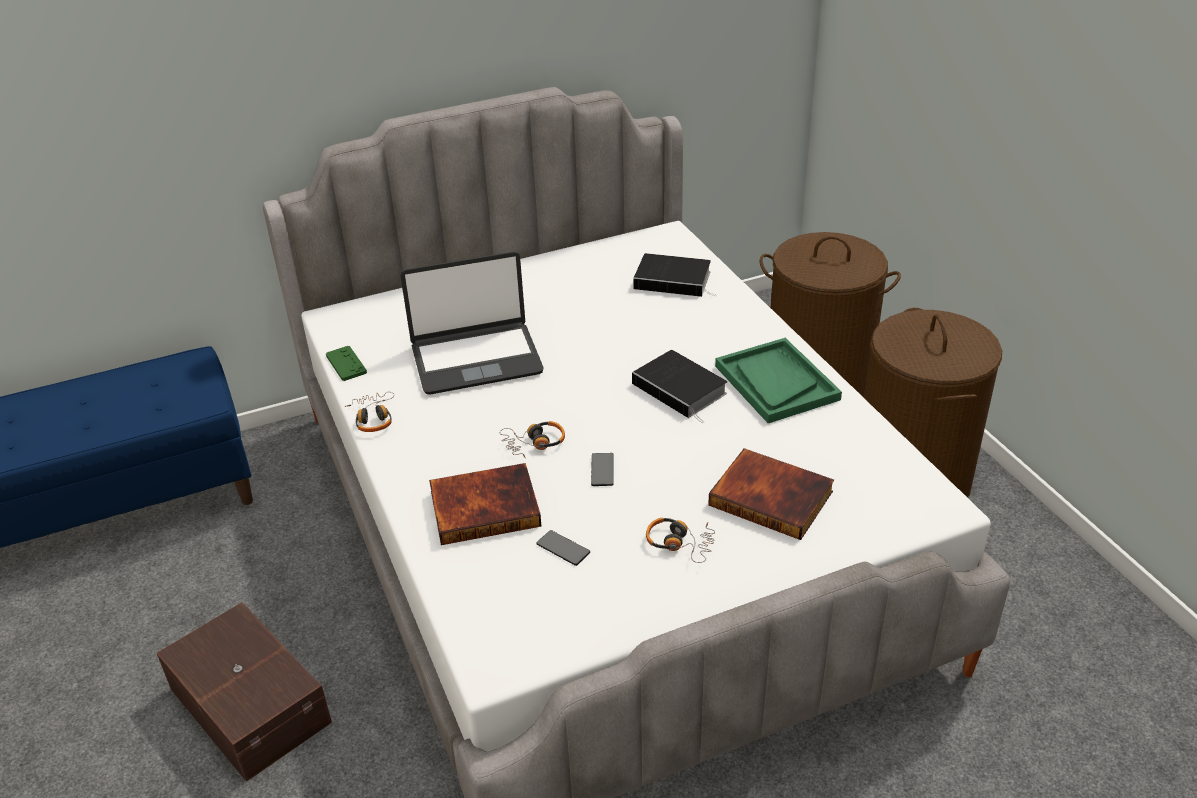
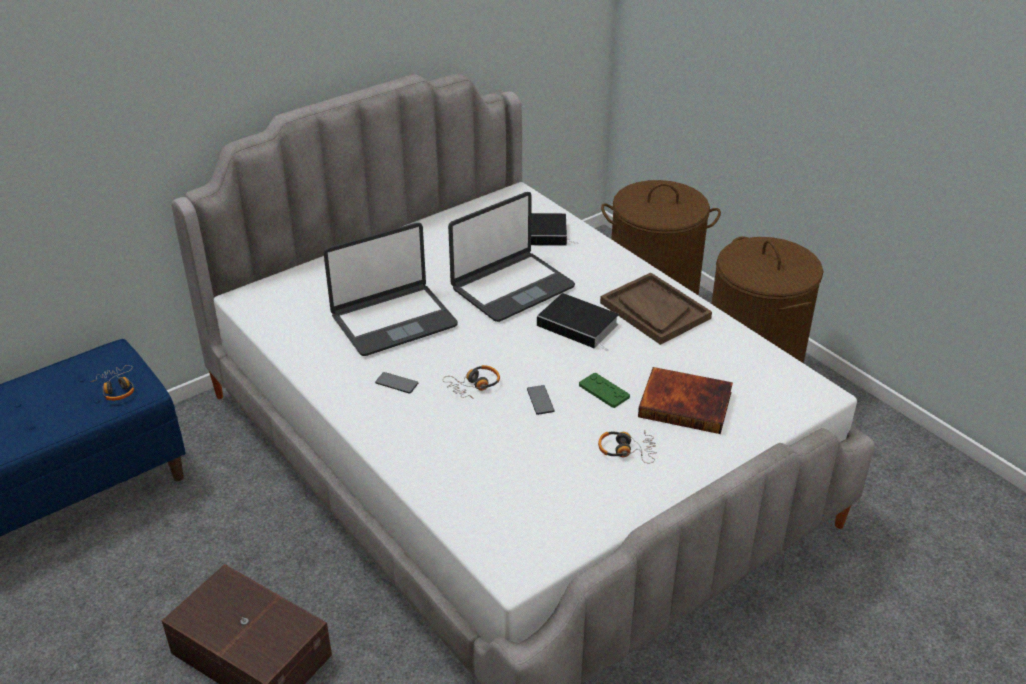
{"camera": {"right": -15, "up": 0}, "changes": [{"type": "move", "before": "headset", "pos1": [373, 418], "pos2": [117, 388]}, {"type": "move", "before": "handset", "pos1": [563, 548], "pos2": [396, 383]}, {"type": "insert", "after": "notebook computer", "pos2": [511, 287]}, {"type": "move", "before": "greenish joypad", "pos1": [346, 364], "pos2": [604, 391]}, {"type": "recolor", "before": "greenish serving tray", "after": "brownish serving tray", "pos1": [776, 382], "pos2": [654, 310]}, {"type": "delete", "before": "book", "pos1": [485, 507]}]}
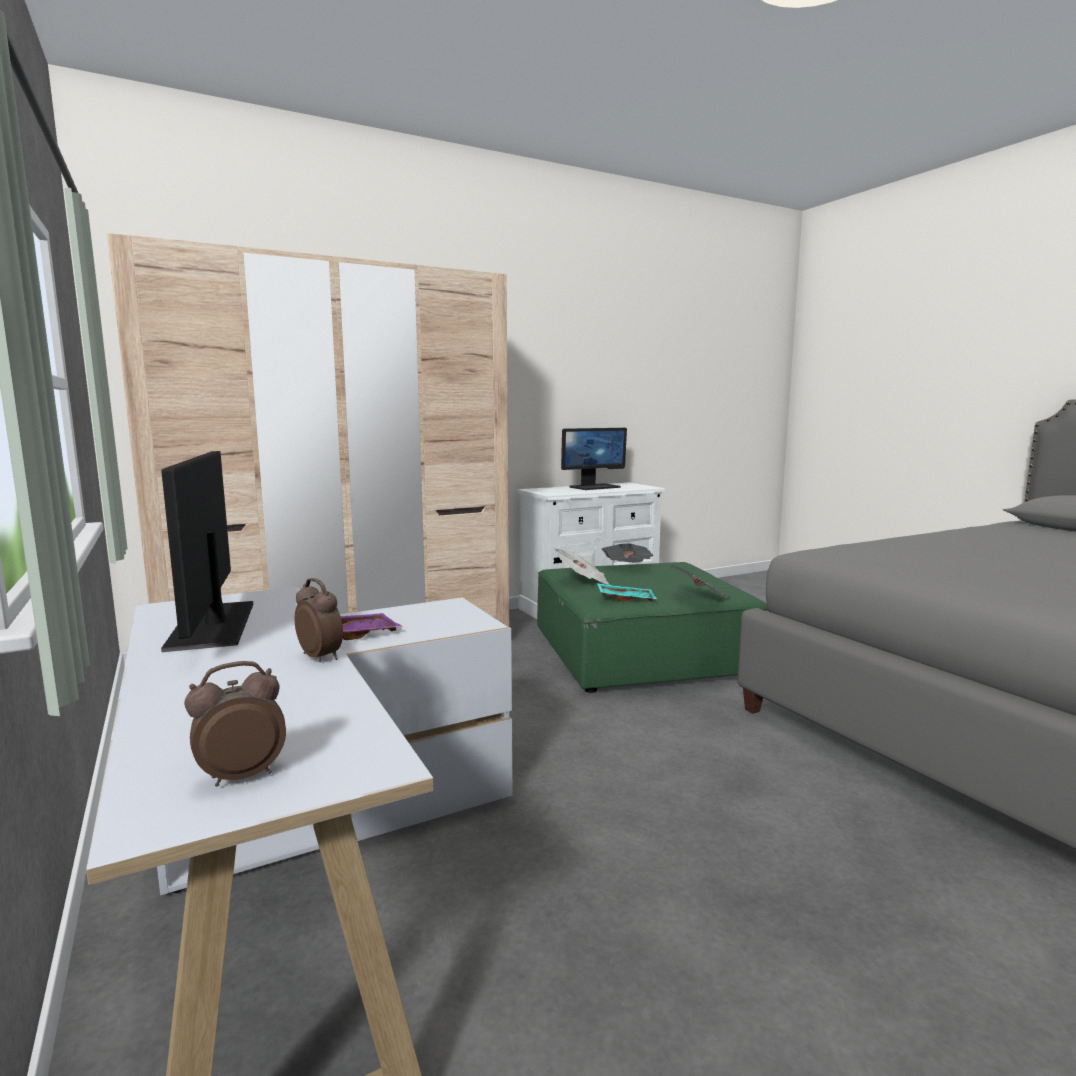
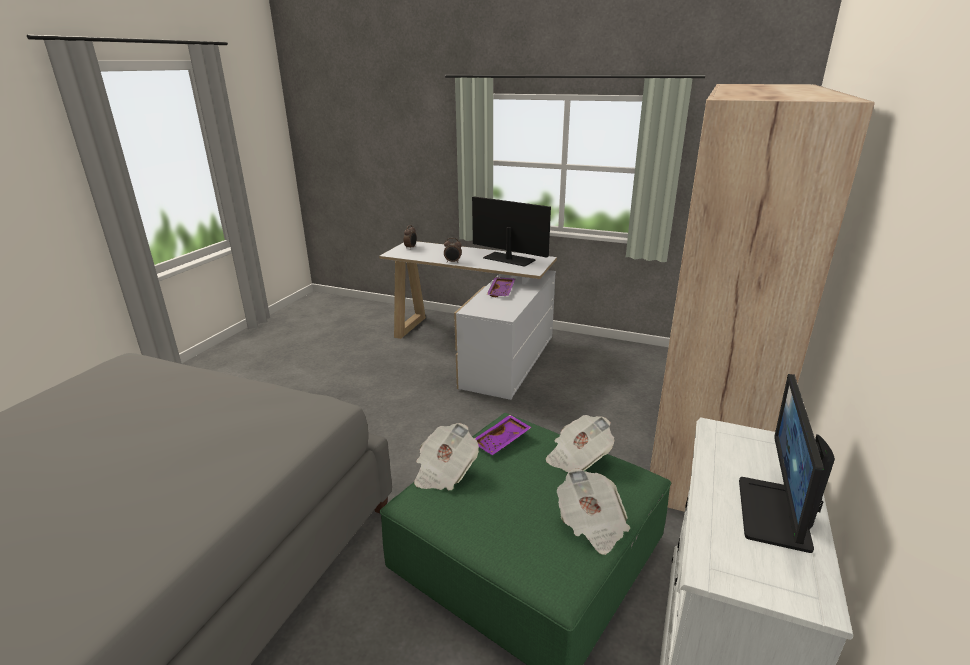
{"camera": {"right": 140, "up": 15}, "changes": [{"type": "recolor", "before": "blue-green serving tray", "after": "purplish serving tray", "pos1": [625, 599], "pos2": [502, 441]}]}
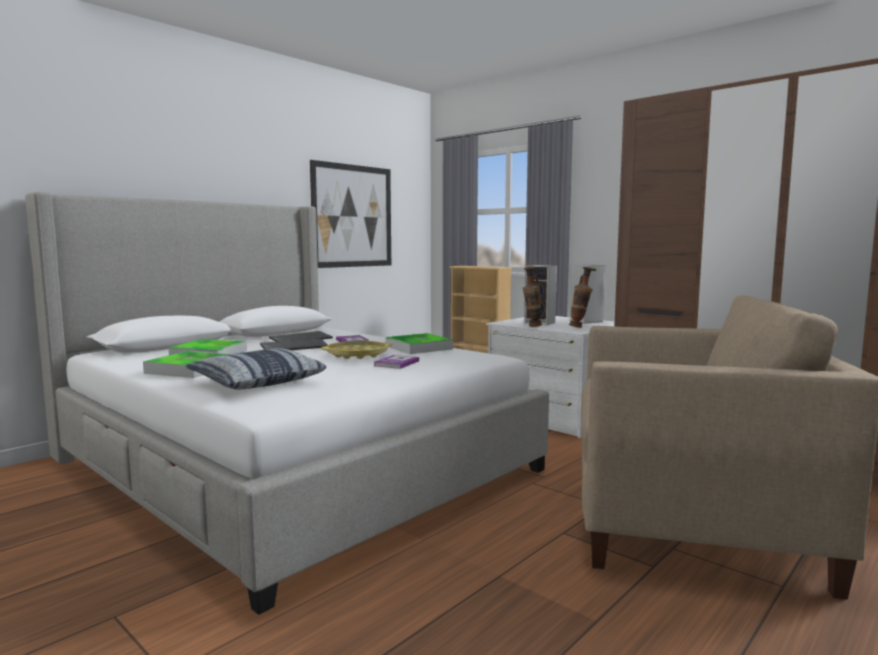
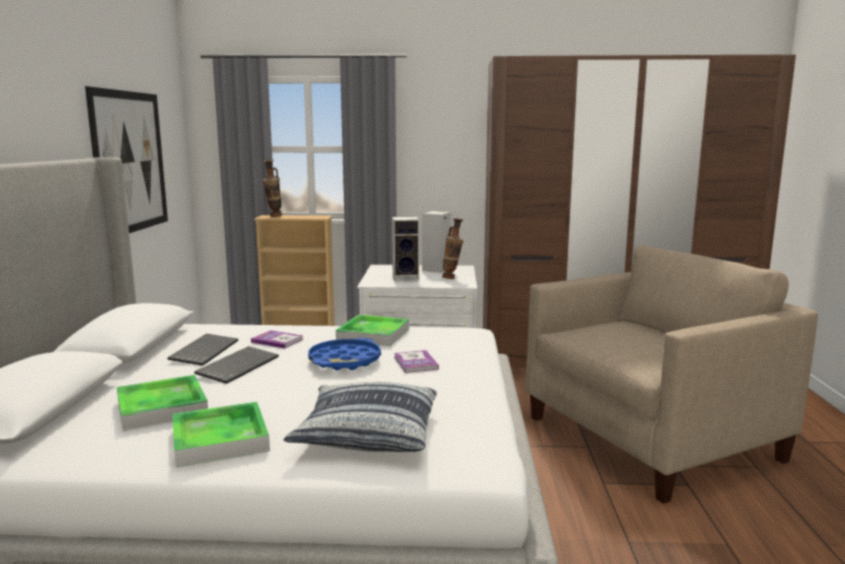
{"camera": {"right": -40, "up": 5}, "changes": [{"type": "move", "before": "flower vase", "pos1": [531, 326], "pos2": [274, 216]}, {"type": "recolor", "before": "yellow-coloured serving tray", "after": "blue serving tray", "pos1": [357, 355], "pos2": [345, 360]}]}
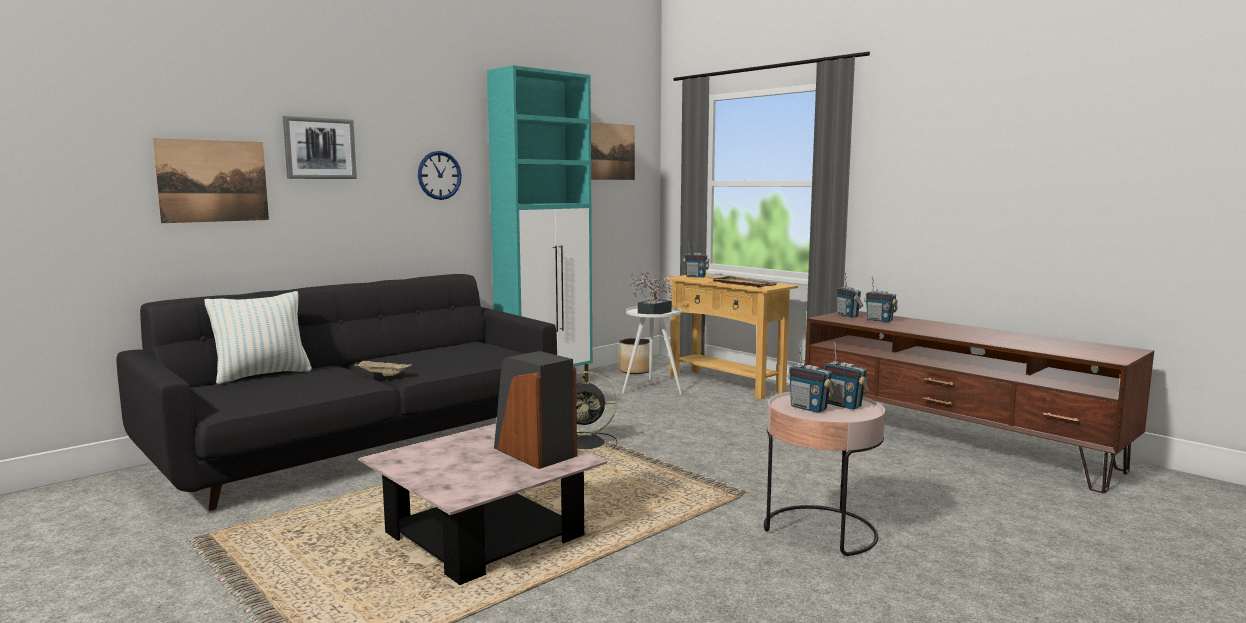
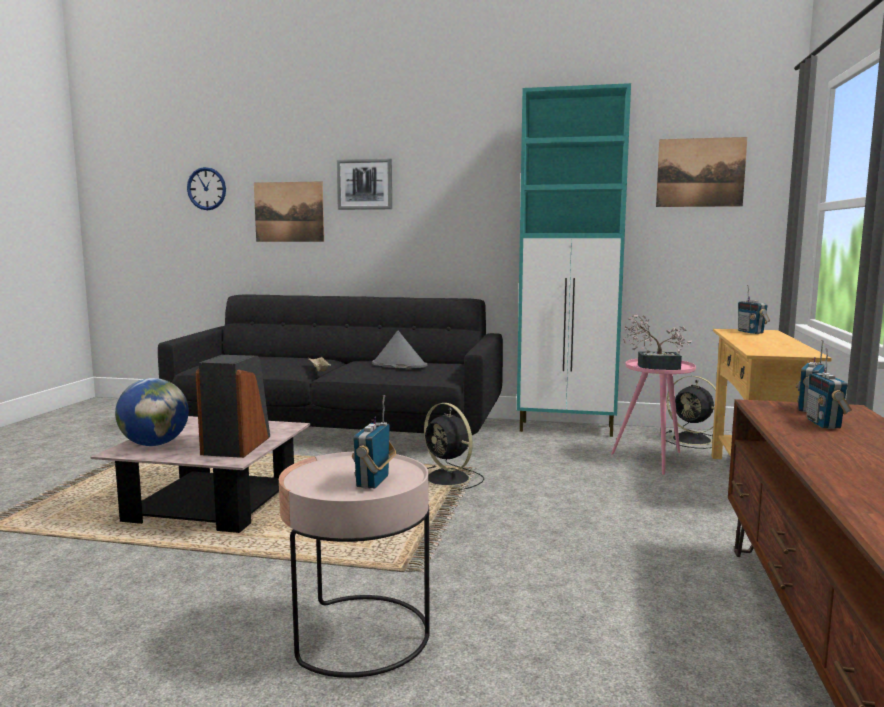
{"camera": {"right": 55, "up": 0}, "changes": [{"type": "insert", "after": "desk globe", "pos2": [154, 444]}, {"type": "move", "before": "hanging clock", "pos1": [439, 175], "pos2": [206, 188]}, {"type": "insert", "after": "gray wearable hat", "pos2": [399, 365]}, {"type": "recolor", "before": "white accent table", "after": "pink accent table", "pos1": [652, 388], "pos2": [655, 460]}, {"type": "replace", "before": "flower pot", "after": "black fan", "pos1": [635, 370], "pos2": [693, 440]}, {"type": "delete", "before": "cushion", "pos1": [262, 375]}, {"type": "delete", "before": "sand-coloured serving tray", "pos1": [743, 283]}, {"type": "delete", "before": "radio", "pos1": [809, 408]}]}
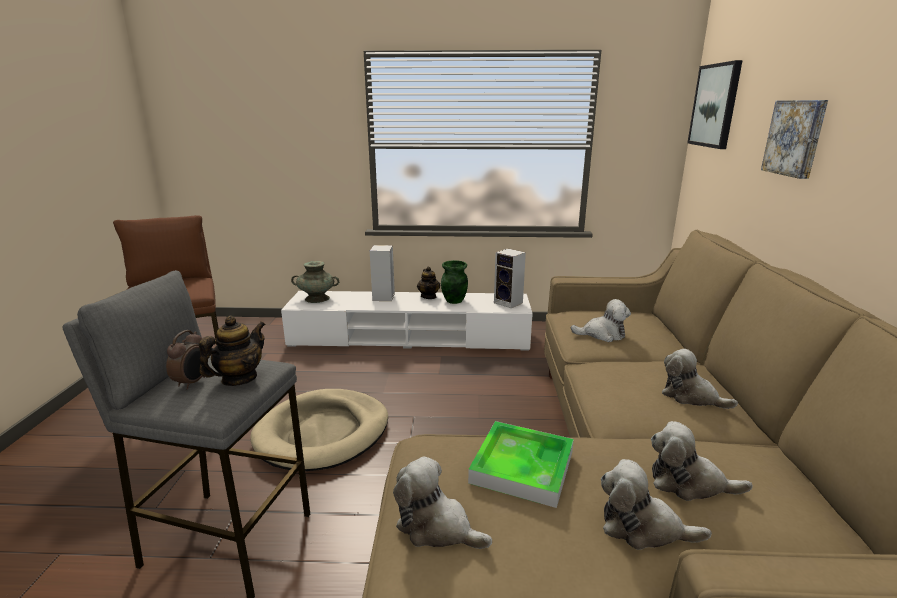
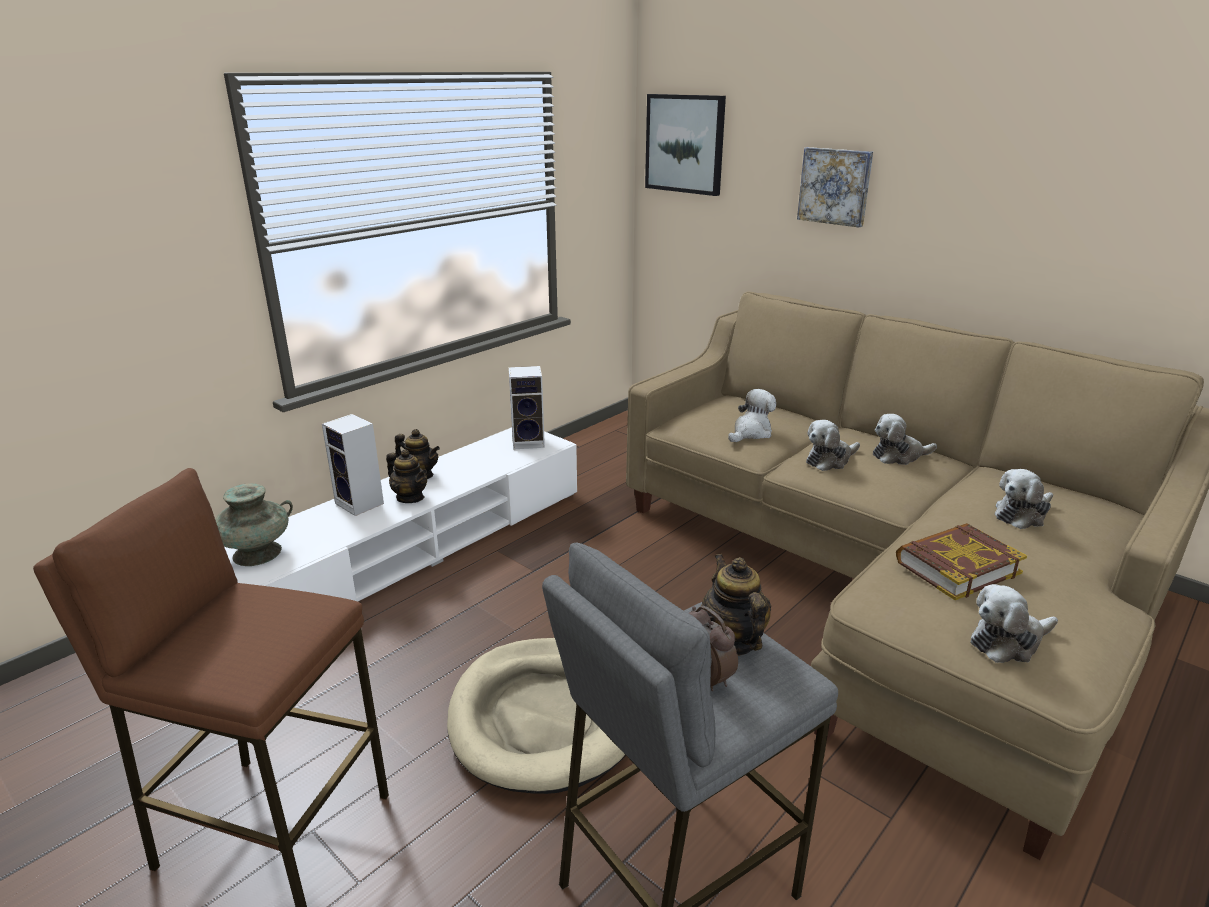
{"camera": {"right": -50, "up": 5}, "changes": [{"type": "insert", "after": "teapot", "pos2": [410, 497]}, {"type": "move", "before": "cuddly toy", "pos1": [642, 527], "pos2": [829, 460]}, {"type": "replace", "before": "serving tray", "after": "book", "pos1": [522, 467], "pos2": [956, 567]}, {"type": "delete", "before": "greenish flower vase", "pos1": [454, 301]}]}
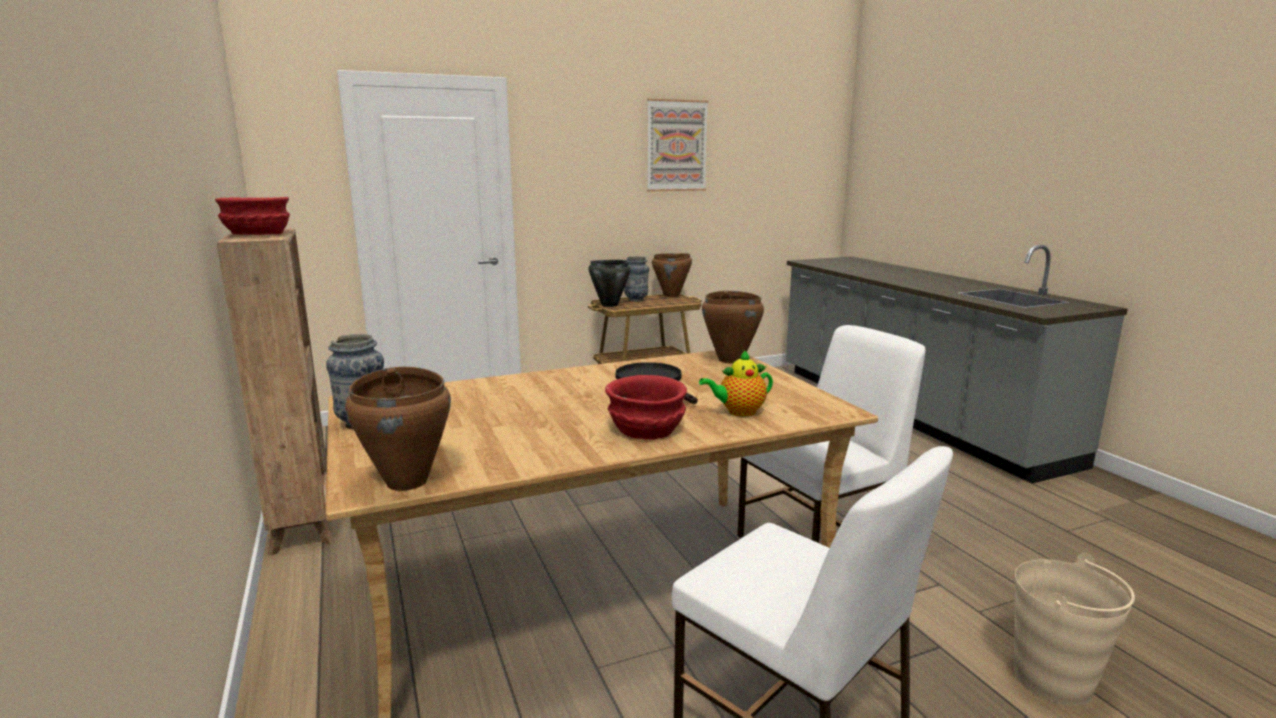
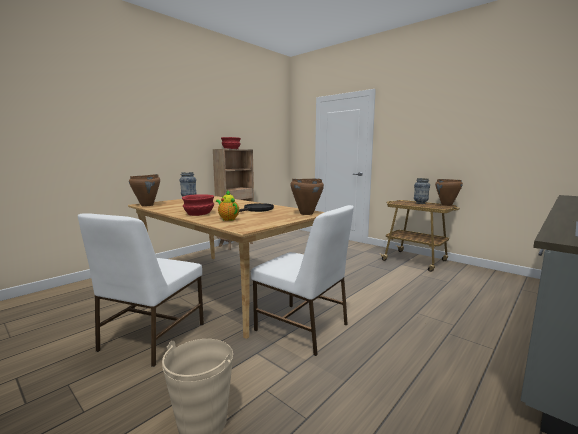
{"camera": {"right": 65, "up": -5}, "changes": [{"type": "delete", "before": "black cooking pot", "pos1": [609, 305]}, {"type": "delete", "before": "picture", "pos1": [676, 146]}]}
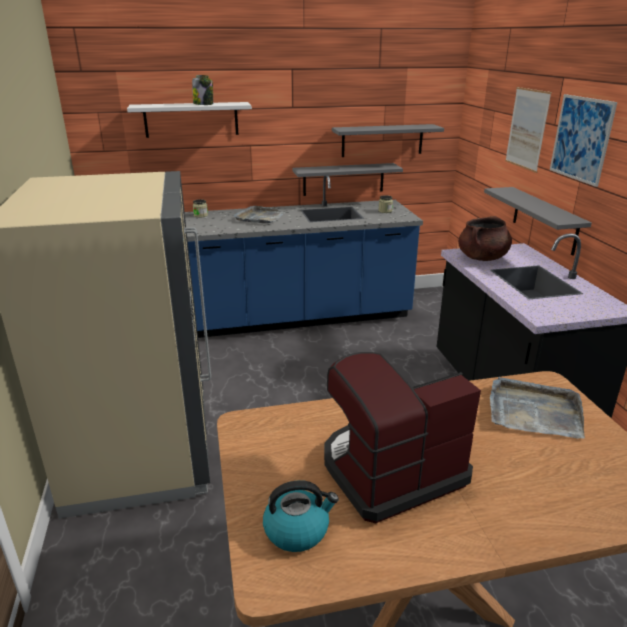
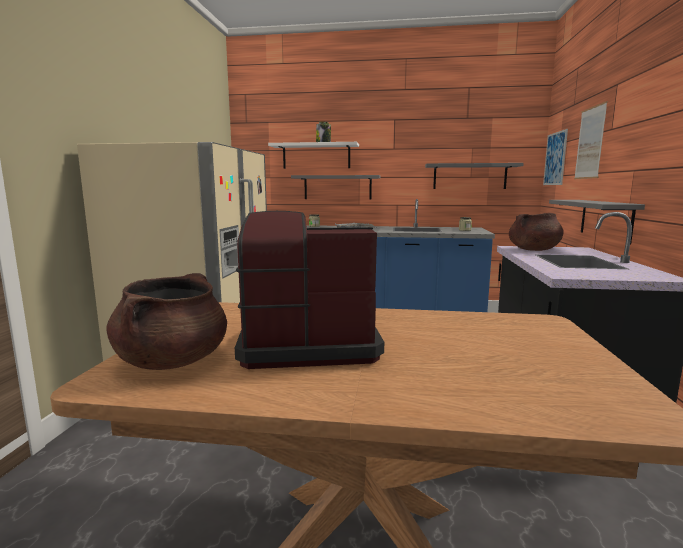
{"camera": {"right": 20, "up": -15}, "changes": [{"type": "replace", "before": "water kettle", "after": "brownish cooking pot", "pos1": [297, 530], "pos2": [173, 361]}, {"type": "move", "before": "gray wall shelf", "pos1": [343, 179], "pos2": [337, 187]}, {"type": "move", "before": "picture", "pos1": [581, 139], "pos2": [555, 158]}, {"type": "delete", "before": "gray serving tray", "pos1": [533, 411]}]}
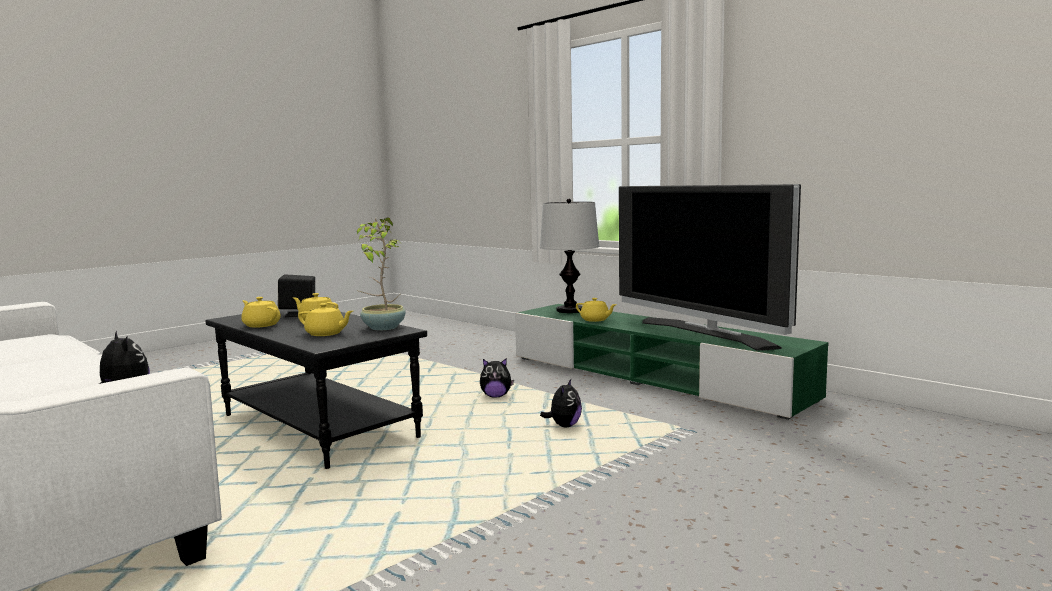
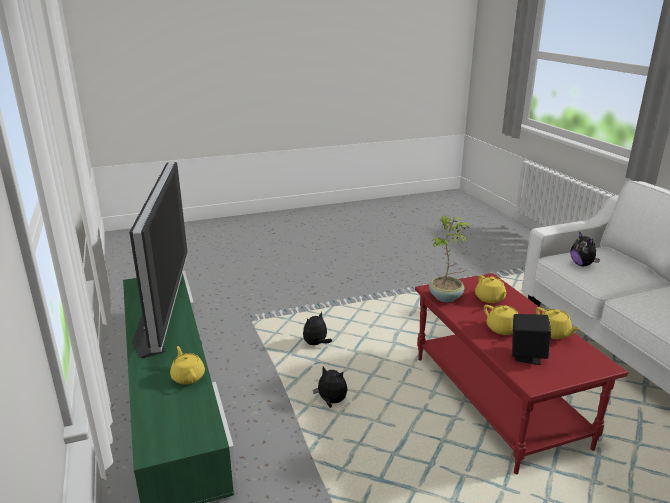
{"camera": {"right": -155, "up": 15}, "changes": [{"type": "recolor", "before": "black low table", "after": "reddish low table", "pos1": [316, 427], "pos2": [498, 400]}, {"type": "rotate", "before": "yellow-coloured teapot", "pos1": [326, 334], "pos2": [490, 298], "turn": -150}, {"type": "delete", "before": "tabletop lamp", "pos1": [570, 310]}]}
